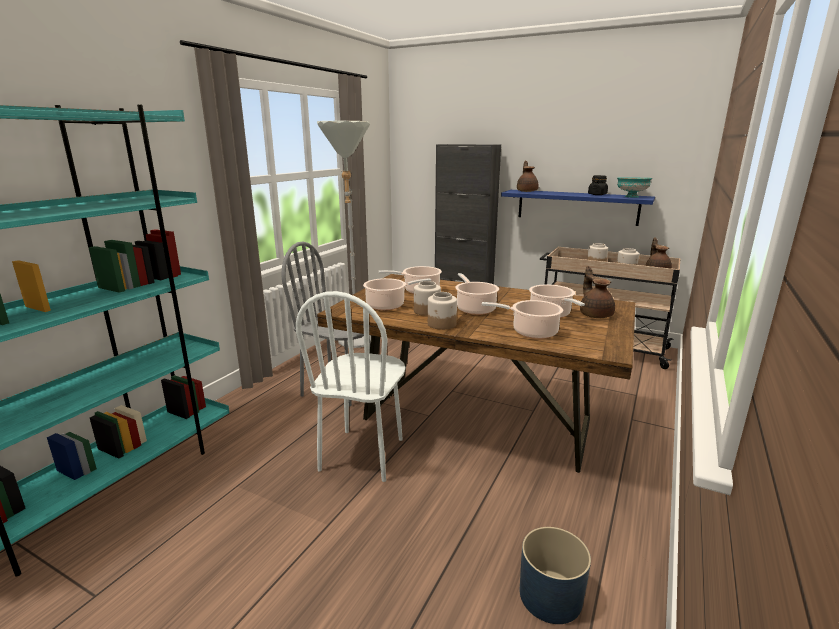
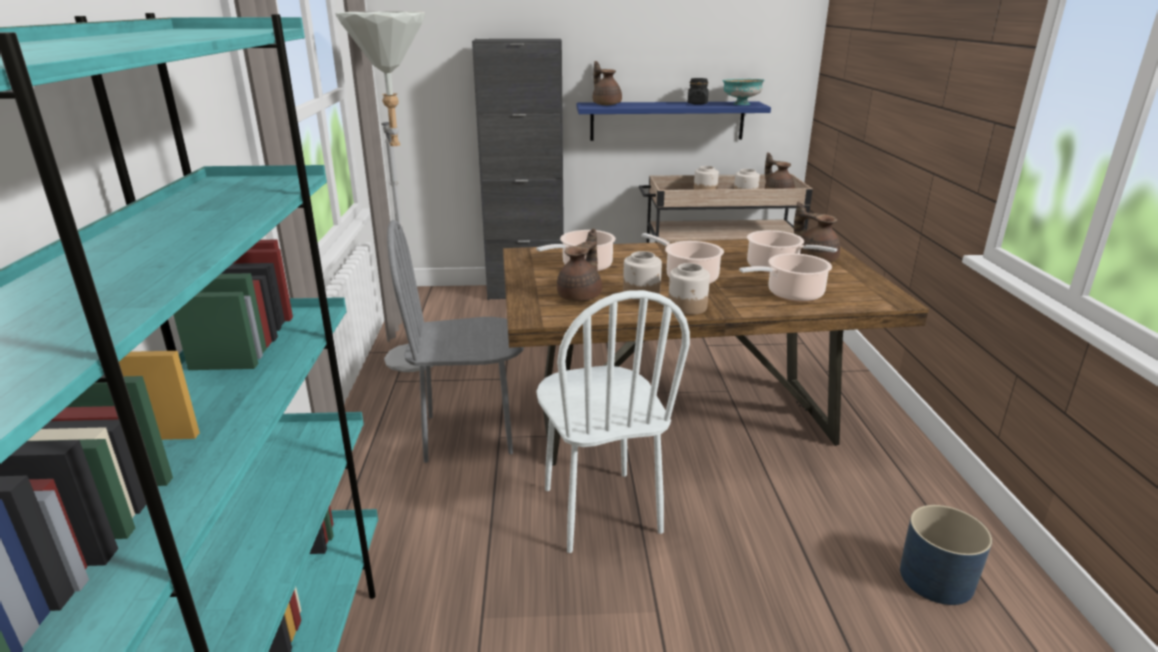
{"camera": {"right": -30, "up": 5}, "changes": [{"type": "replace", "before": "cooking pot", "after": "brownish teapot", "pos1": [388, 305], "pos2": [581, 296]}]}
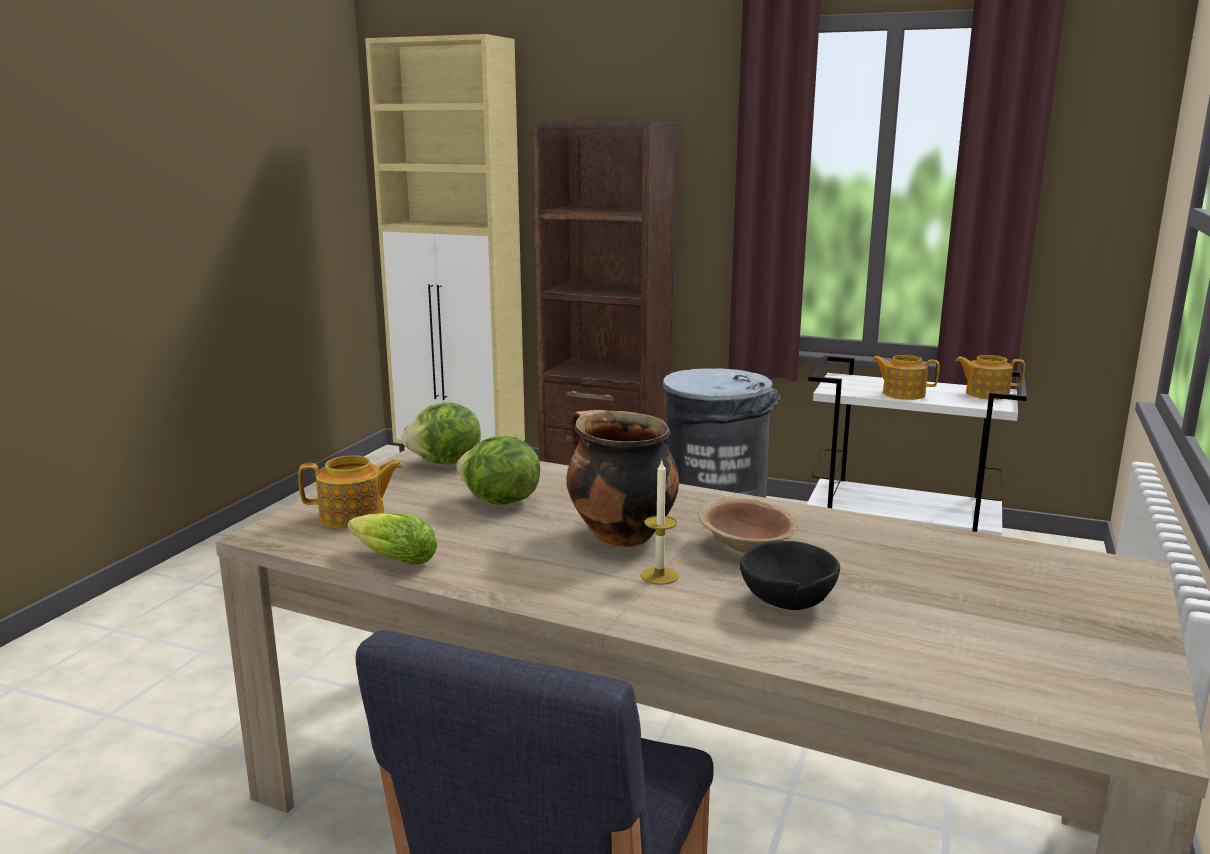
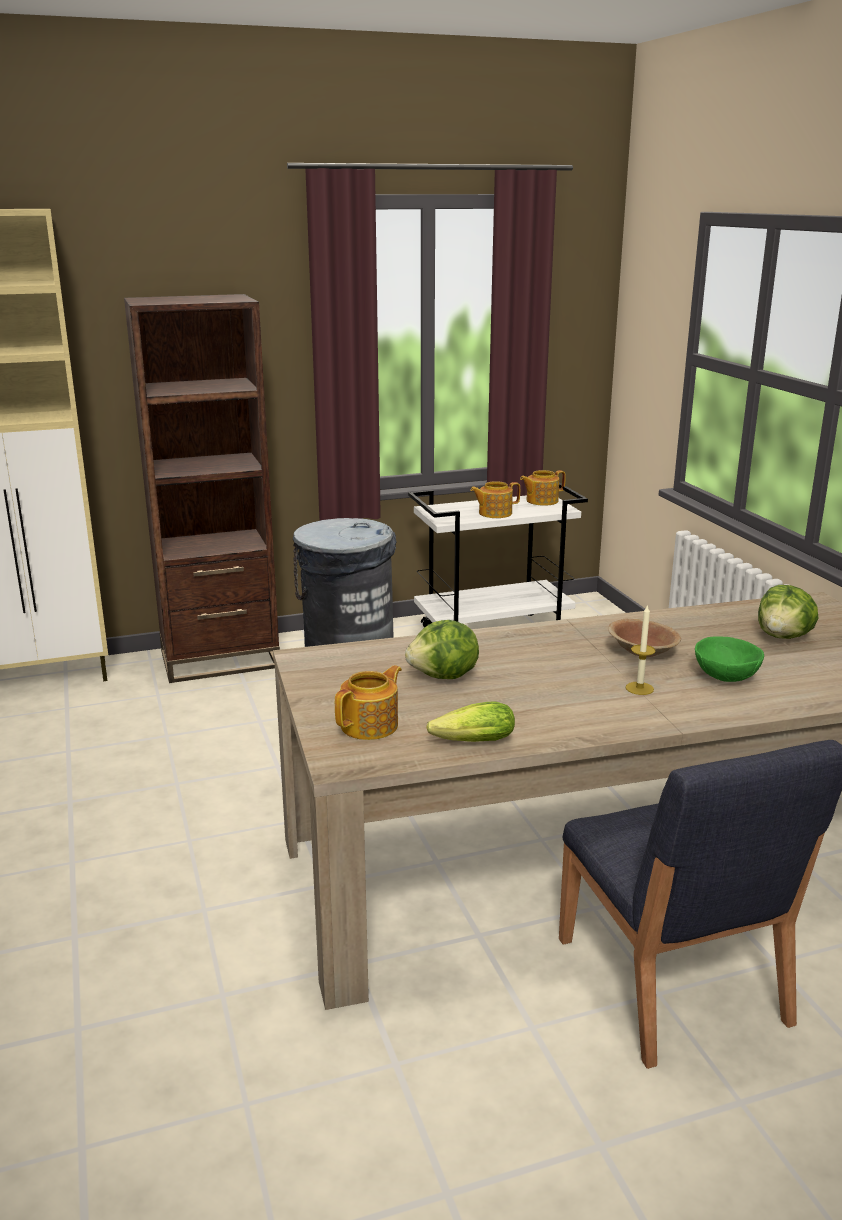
{"camera": {"right": -40, "up": 5}, "changes": [{"type": "recolor", "before": "black deep dish", "after": "greenish deep dish", "pos1": [788, 603], "pos2": [726, 678]}, {"type": "move", "before": "lettuce", "pos1": [446, 463], "pos2": [783, 637]}, {"type": "delete", "before": "cooking pot", "pos1": [619, 535]}]}
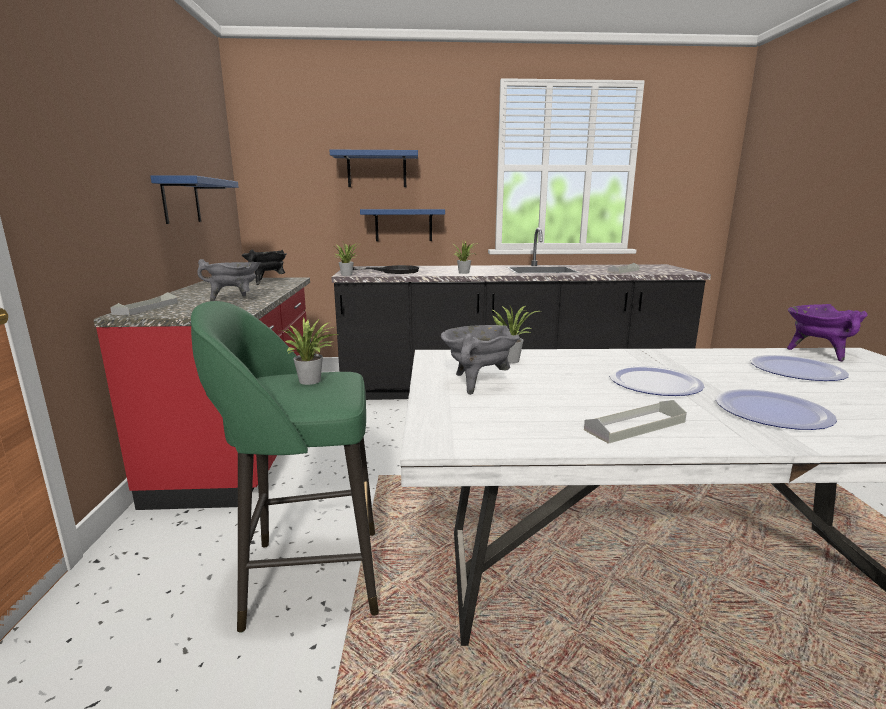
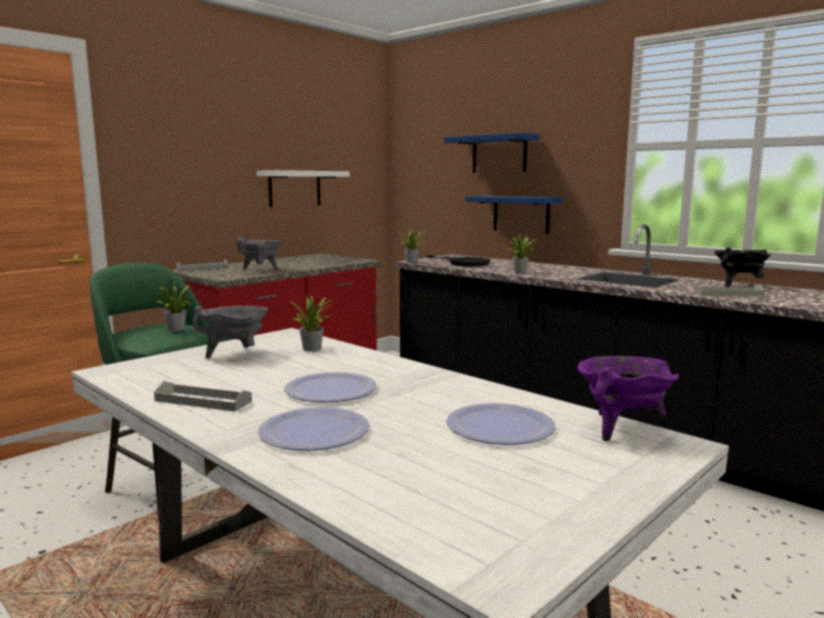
{"camera": {"right": 45, "up": -5}, "changes": [{"type": "recolor", "before": "blue wall shelf", "after": "white wall shelf", "pos1": [181, 201], "pos2": [294, 188]}, {"type": "move", "before": "black cooking pot", "pos1": [267, 282], "pos2": [738, 285]}]}
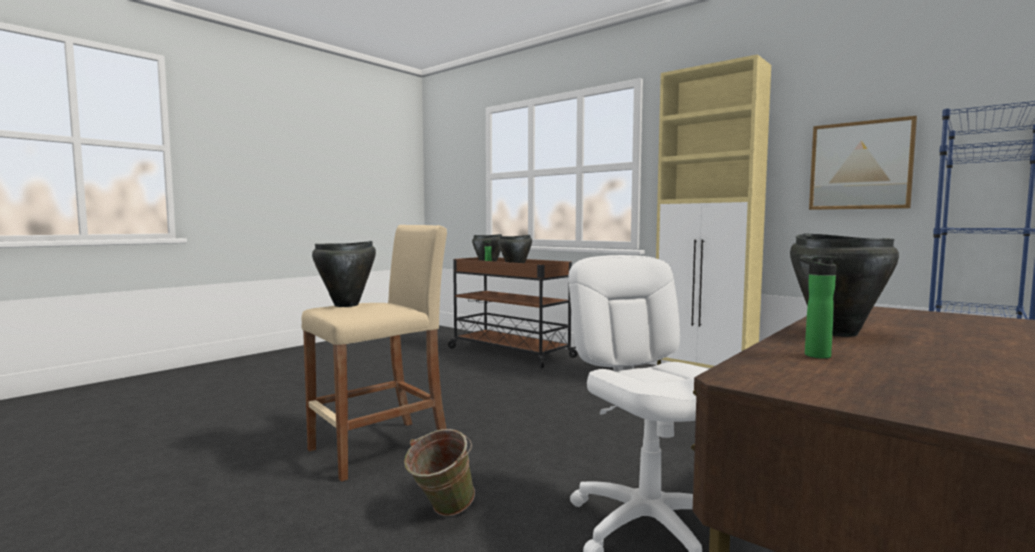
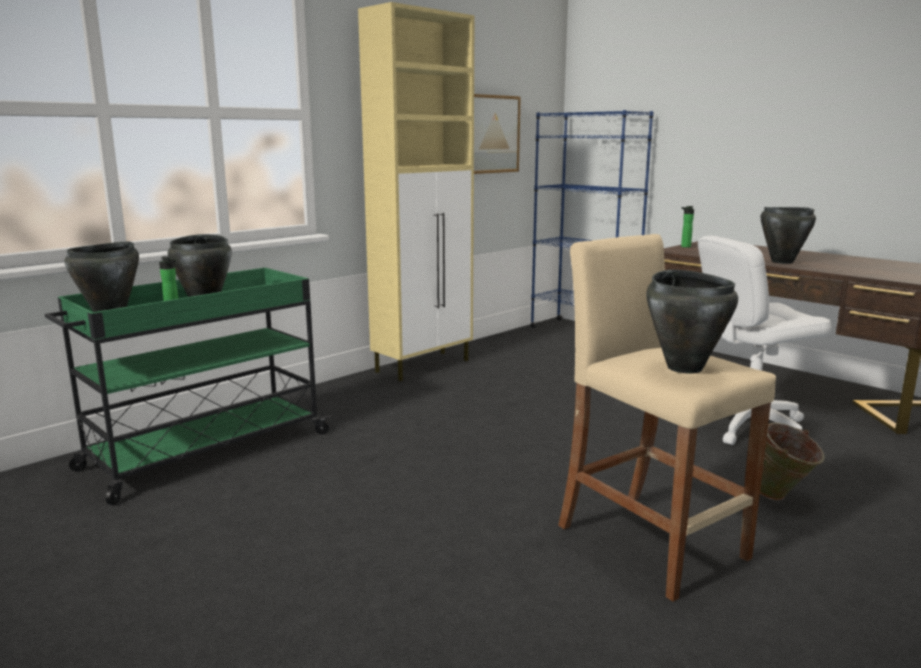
{"camera": {"right": -85, "up": 10}, "changes": [{"type": "recolor", "before": "brownish cart", "after": "greenish cart", "pos1": [509, 352], "pos2": [204, 451]}, {"type": "move", "before": "drink bottle", "pos1": [813, 355], "pos2": [684, 247]}]}
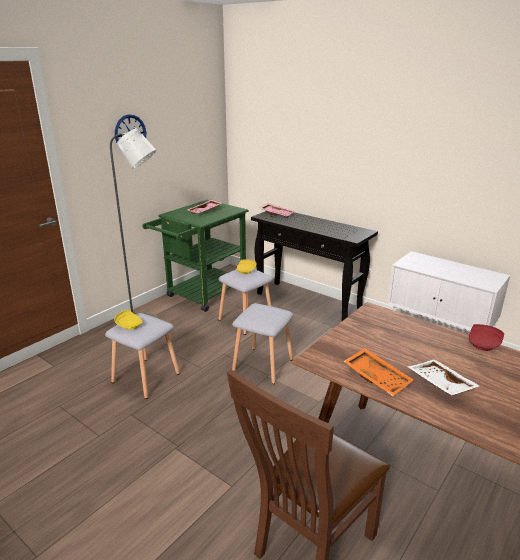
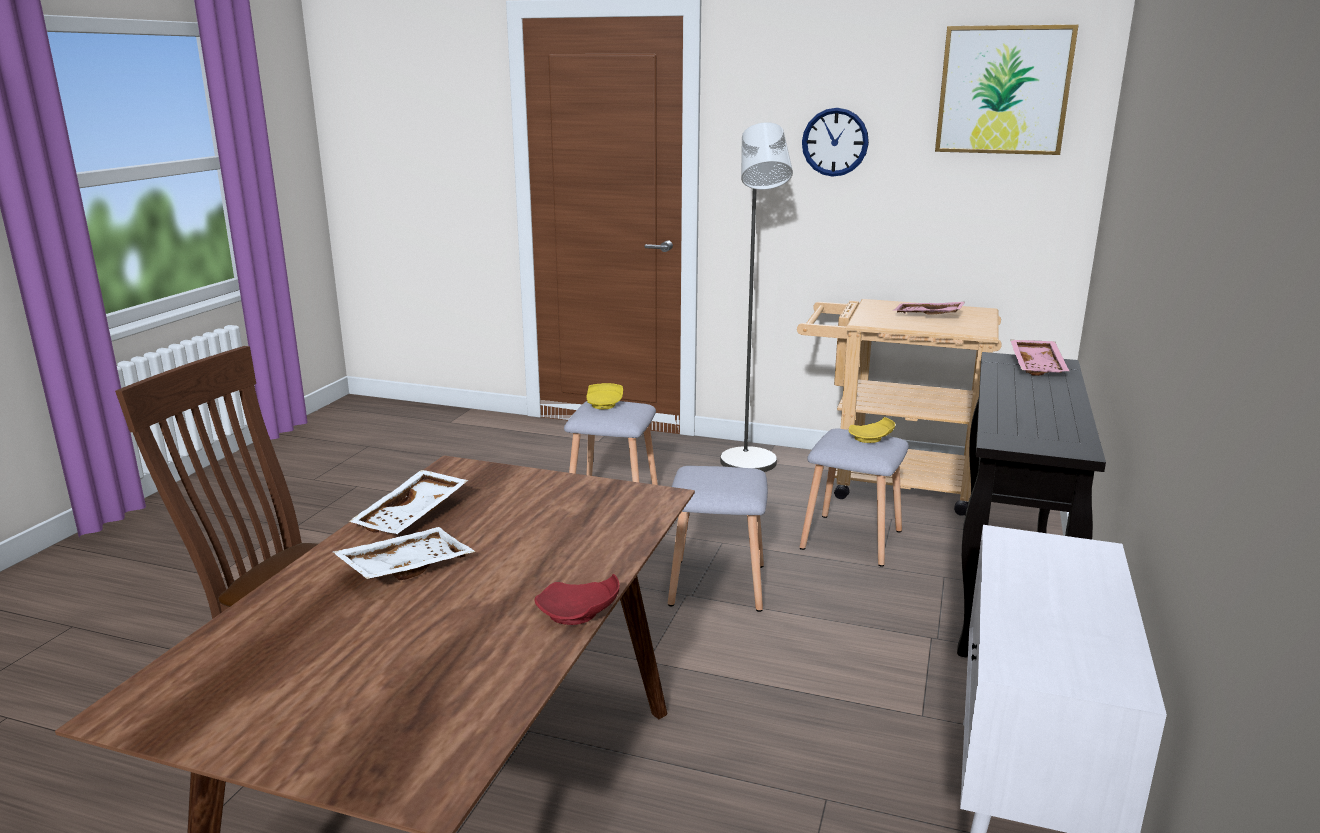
{"camera": {"right": 70, "up": -5}, "changes": [{"type": "recolor", "before": "orange serving tray", "after": "white serving tray", "pos1": [377, 377], "pos2": [413, 515]}, {"type": "recolor", "before": "greenish cart", "after": "sand-coloured cart", "pos1": [202, 295], "pos2": [889, 483]}, {"type": "insert", "after": "picture", "pos2": [1003, 90]}]}
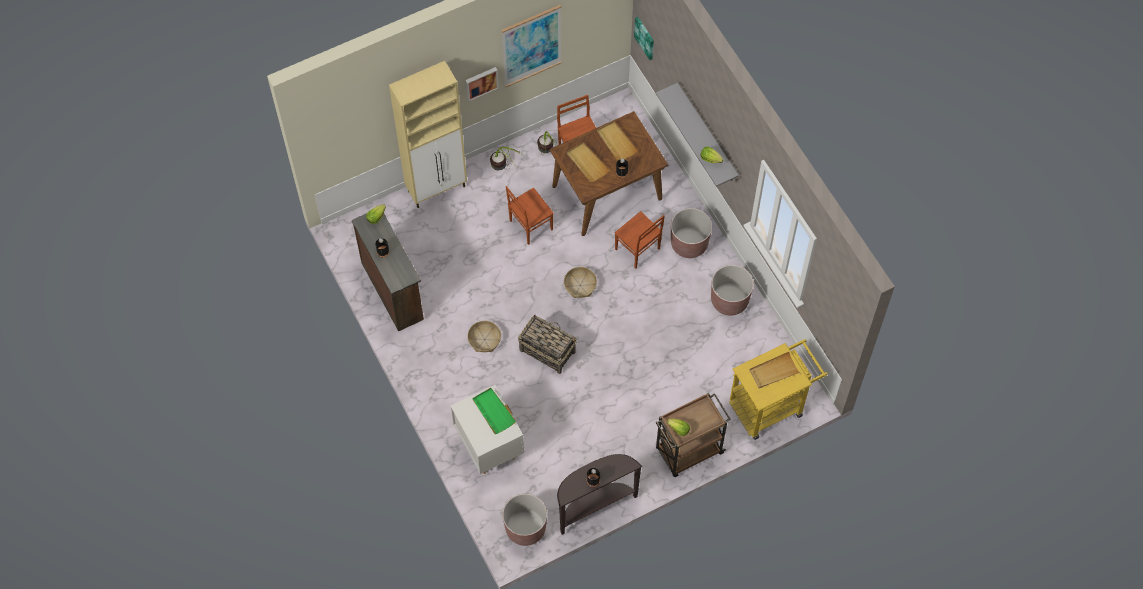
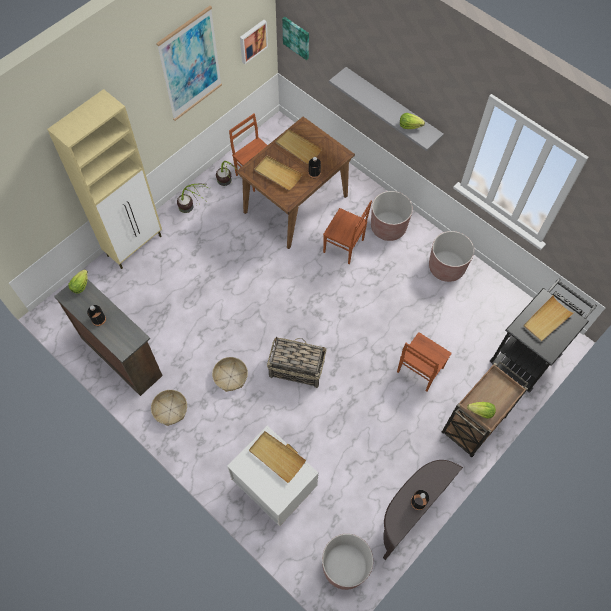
{"camera": {"right": -20, "up": 0}, "changes": [{"type": "move", "before": "storage basket", "pos1": [580, 285], "pos2": [170, 409]}, {"type": "move", "before": "picture", "pos1": [481, 82], "pos2": [252, 41]}, {"type": "recolor", "before": "greenish serving tray", "after": "sand-coloured serving tray", "pos1": [493, 411], "pos2": [276, 457]}, {"type": "move", "before": "brownish upright chair", "pos1": [530, 225], "pos2": [419, 370]}, {"type": "recolor", "before": "yellow-coloured cart", "after": "black cart", "pos1": [771, 405], "pos2": [528, 353]}]}
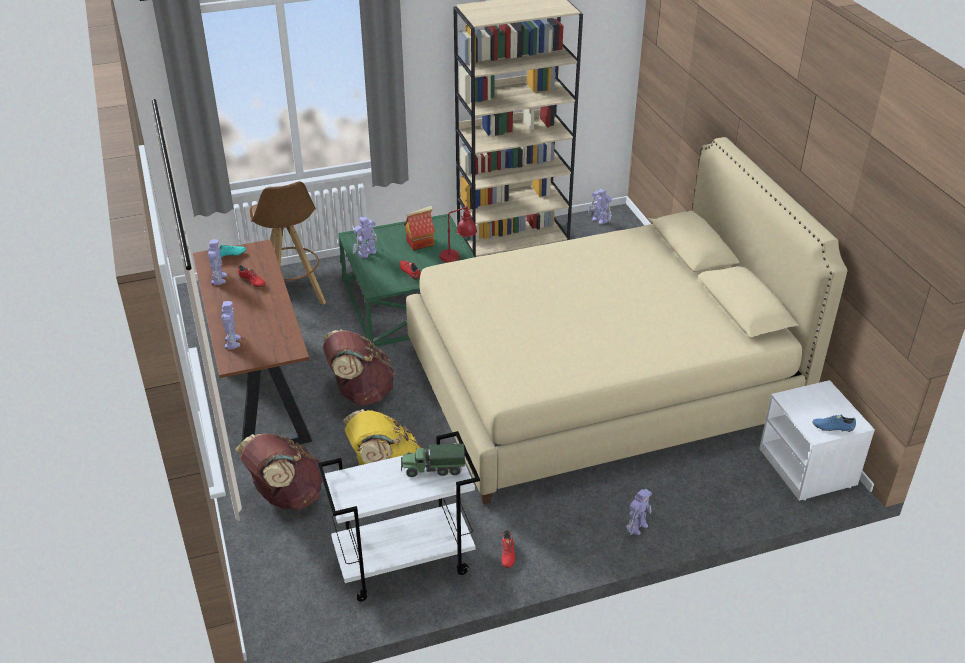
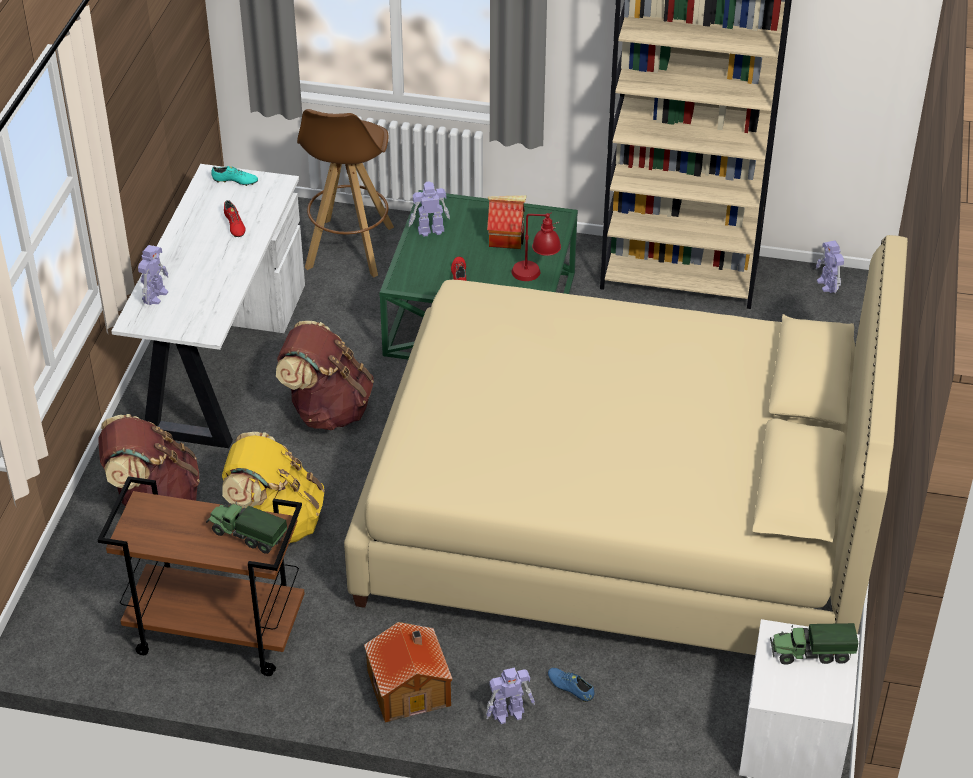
{"camera": {"right": 30, "up": 5}, "changes": [{"type": "recolor", "before": "white cart", "after": "brownish cart", "pos1": [403, 563], "pos2": [215, 633]}, {"type": "recolor", "before": "brownish desk", "after": "white desk", "pos1": [260, 389], "pos2": [222, 360]}, {"type": "insert", "after": "miniature house", "pos2": [410, 686]}, {"type": "move", "before": "blue low shoe", "pos1": [832, 427], "pos2": [570, 688]}, {"type": "insert", "after": "toy lorry", "pos2": [811, 653]}, {"type": "delete", "before": "toy robot", "pos1": [219, 278]}, {"type": "delete", "before": "reddish low shoe", "pos1": [507, 554]}]}
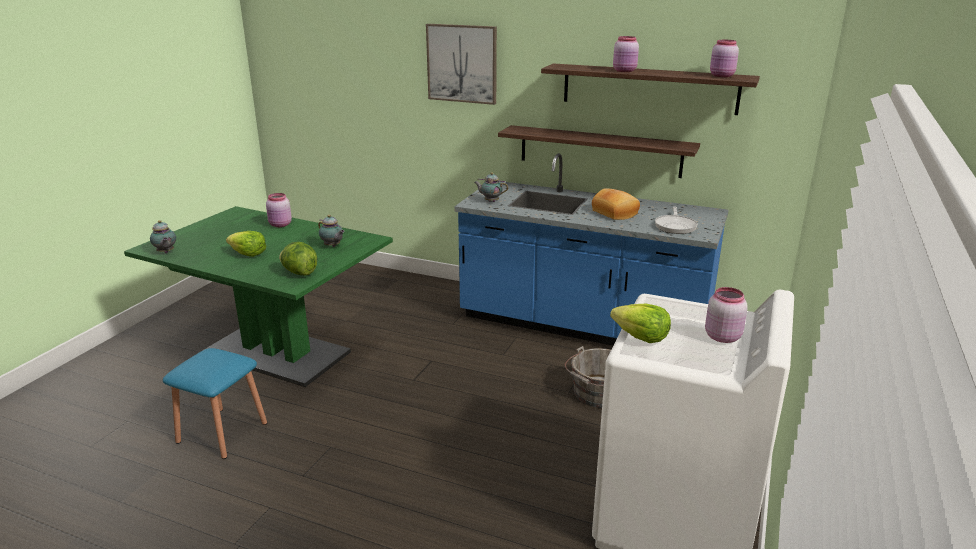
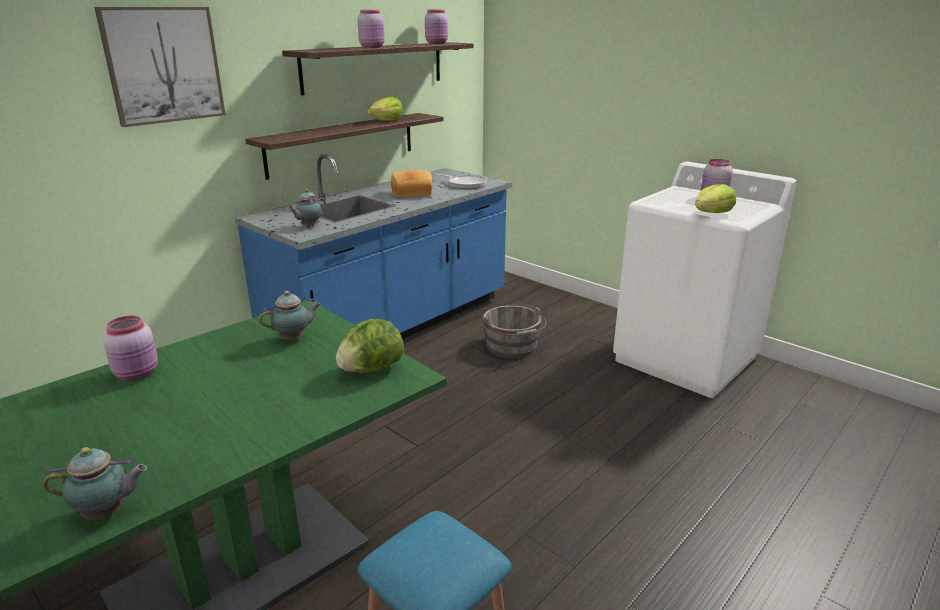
{"camera": {"right": -70, "up": 0}, "changes": [{"type": "move", "before": "lettuce", "pos1": [248, 254], "pos2": [386, 121]}]}
